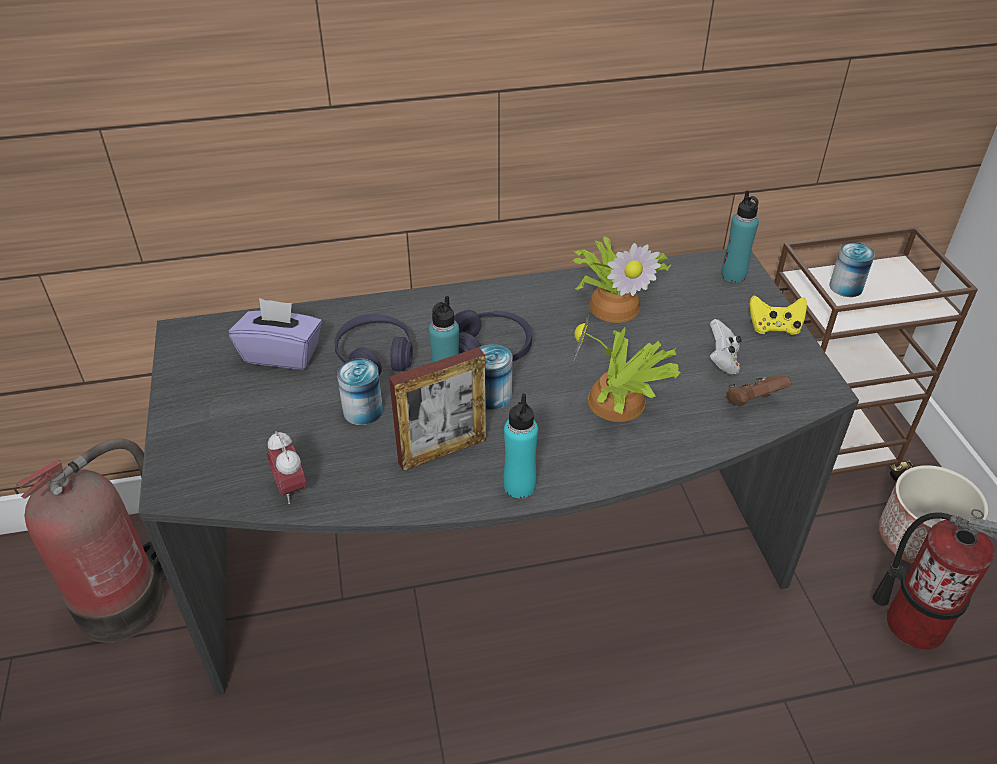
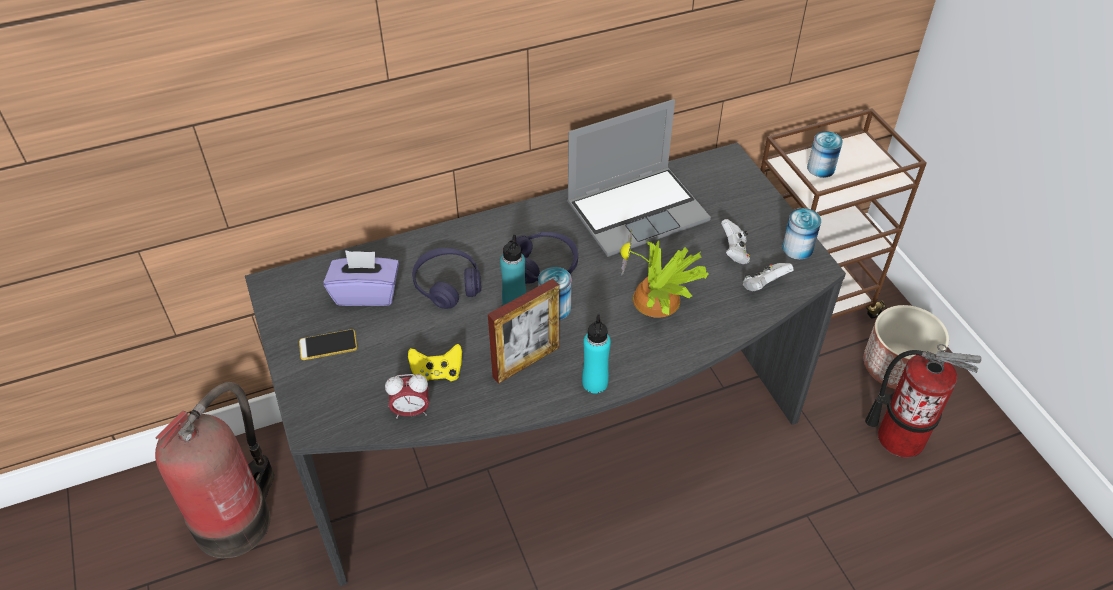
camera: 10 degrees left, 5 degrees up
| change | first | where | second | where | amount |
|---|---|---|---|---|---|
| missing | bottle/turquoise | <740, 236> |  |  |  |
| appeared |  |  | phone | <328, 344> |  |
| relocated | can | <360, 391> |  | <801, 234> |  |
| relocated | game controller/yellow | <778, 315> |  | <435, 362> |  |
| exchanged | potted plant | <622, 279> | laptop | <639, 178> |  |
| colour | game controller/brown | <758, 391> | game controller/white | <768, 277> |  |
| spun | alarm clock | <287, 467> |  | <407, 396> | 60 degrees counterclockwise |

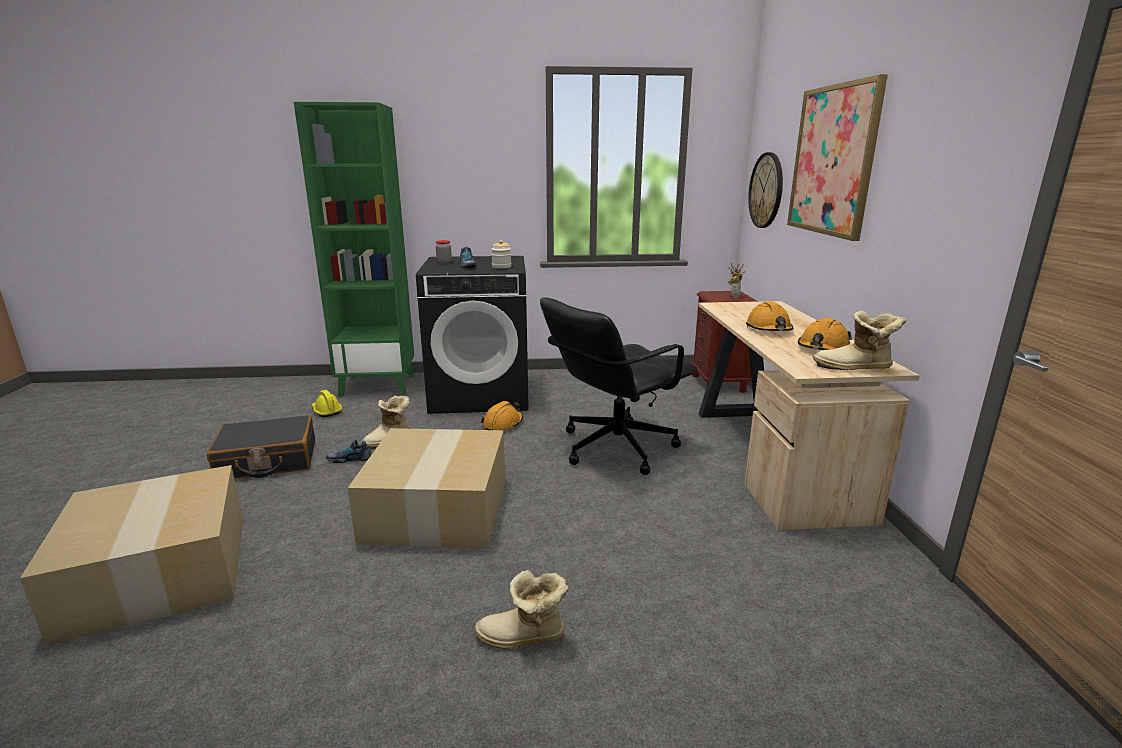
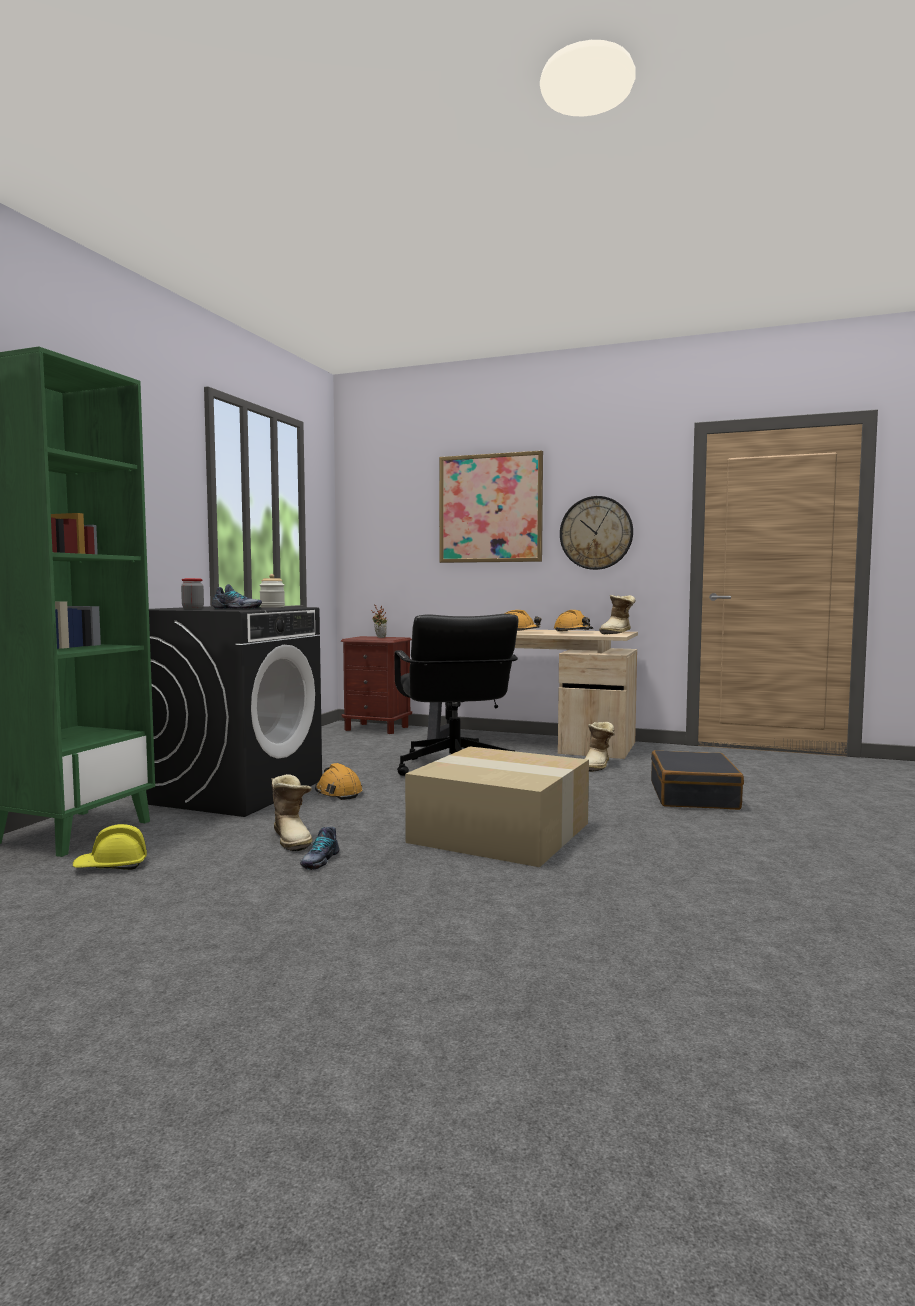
camera: 65 degrees left, 15 degrees down
| change | first | where | second | where | amount |
|---|---|---|---|---|---|
| missing | cardboard box | <131, 555> |  |  |  |
| relocated | suitcase/black | <261, 447> |  | <697, 780> |  |
| relocated | boot | <522, 609> |  | <600, 747> |  |
| relocated | wall clock | <765, 190> |  | <596, 533> |  |

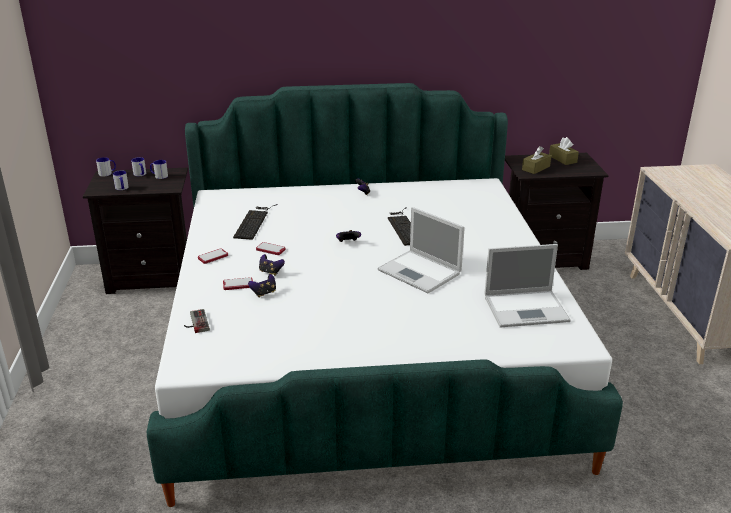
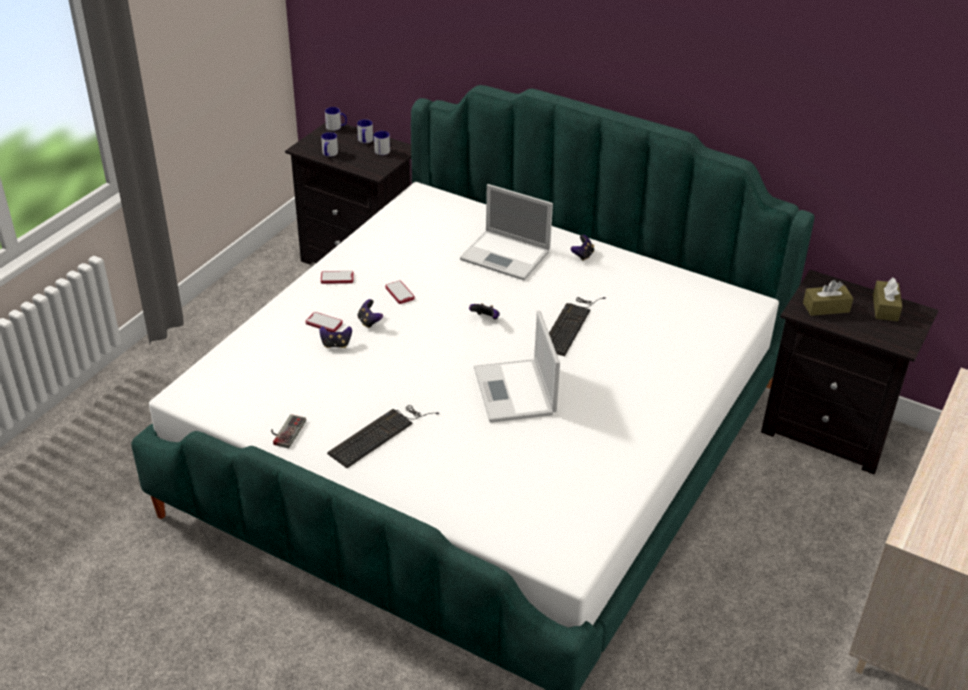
camera: 35 degrees right, 10 degrees up
| change | first | where | second | where | amount |
|---|---|---|---|---|---|
| relocated | game controller | <197, 321> |  | <288, 431> |  |
| relocated | keyboard | <255, 222> |  | <383, 436> |  |
| relocated | laptop | <527, 286> |  | <506, 232> |  |

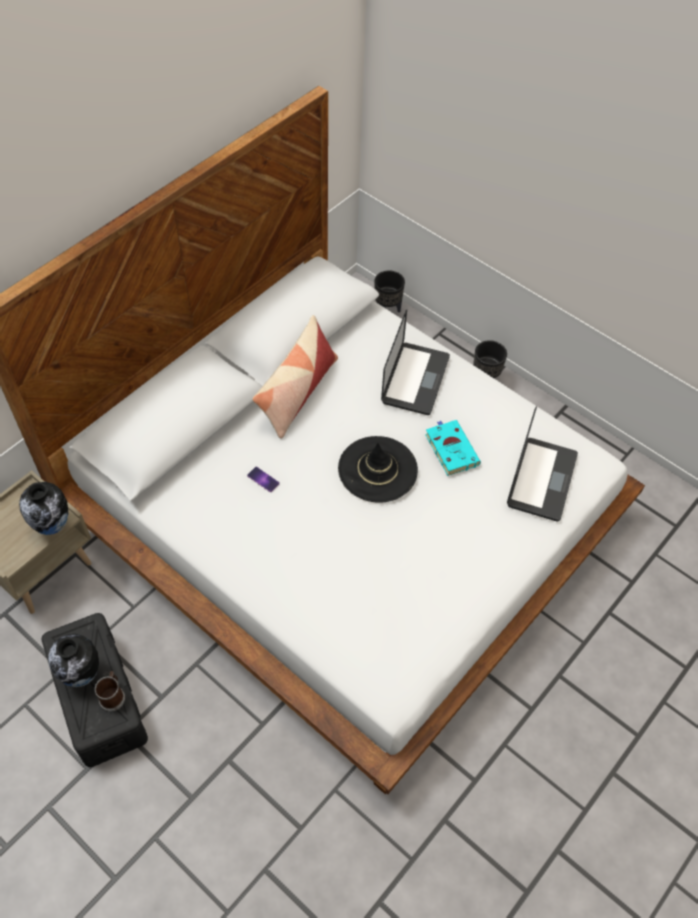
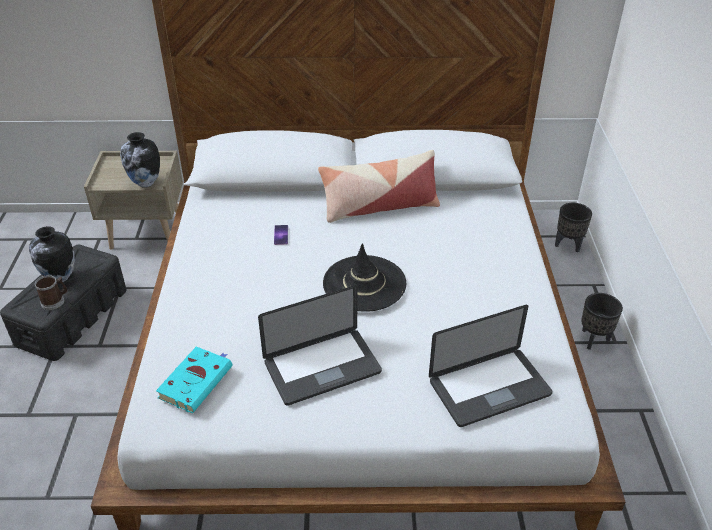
camera: 50 degrees right, 15 degrees down
| change | first | where | second | where | amount |
|---|---|---|---|---|---|
| relocated | laptop | <415, 362> |  | <320, 345> |  |
| relocated | book/turquoise | <453, 448> |  | <194, 379> |  |

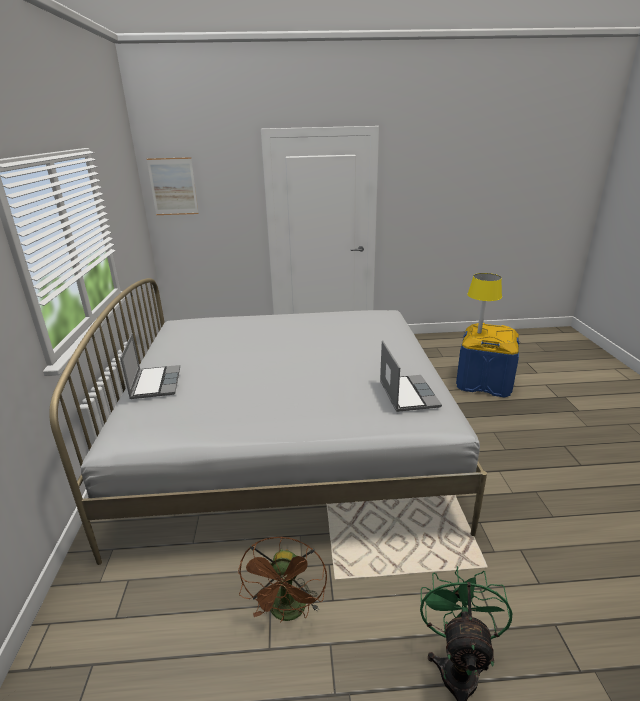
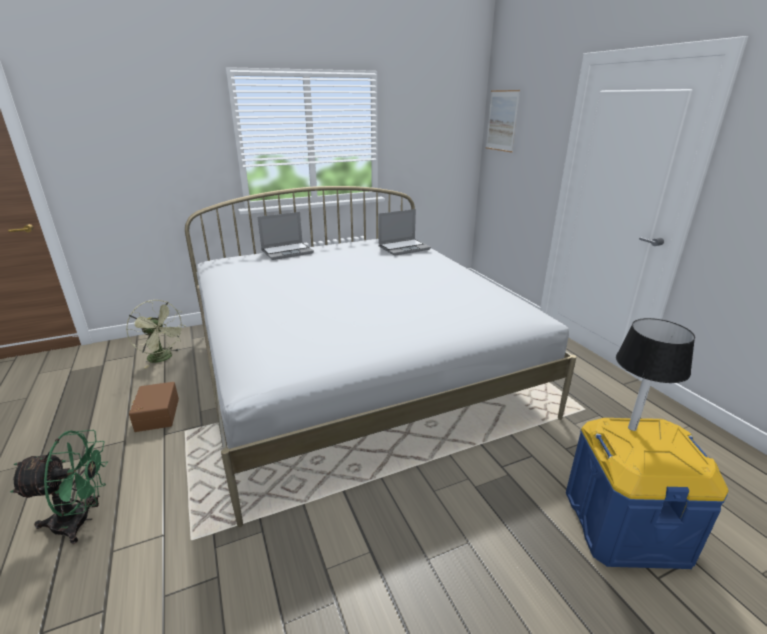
camera: 70 degrees right, 0 degrees up
| change | first | where | second | where | amount |
|---|---|---|---|---|---|
| appeared |  |  | fan/green | <156, 334> |  |
| relocated | laptop | <411, 376> |  | <404, 232> |  |
| exchanged | fan/brown | <282, 580> | storage box/brown | <154, 407> |  |
| colour | table lamp/yellow | <484, 303> | table lamp/black | <655, 374> |  |

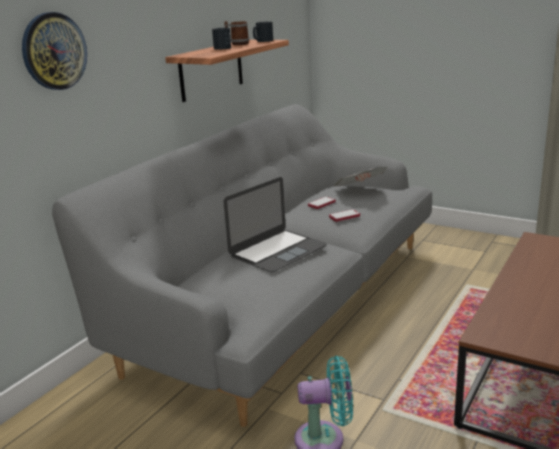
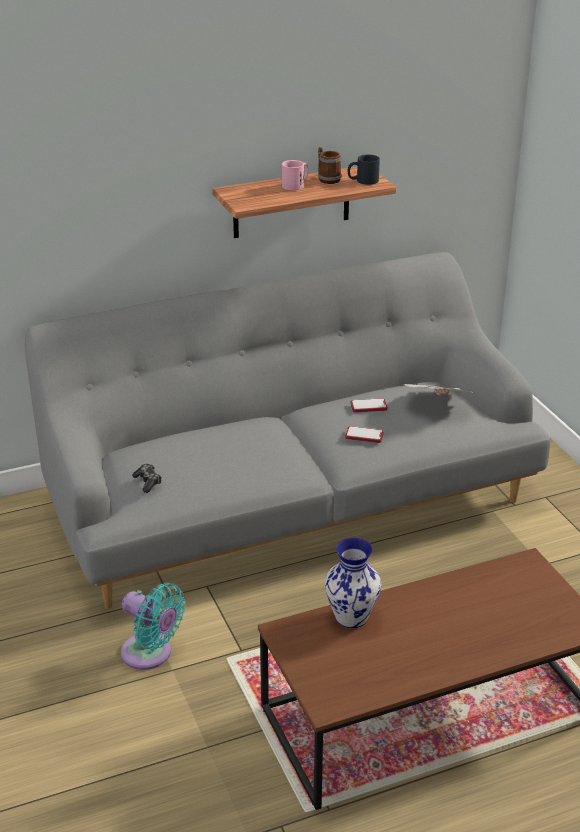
camera: 35 degrees right, 10 degrees up
| change | first | where | second | where | amount |
|---|---|---|---|---|---|
| missing | wall clock | <54, 51> |  |  |  |
| missing | laptop | <275, 224> |  |  |  |
| appeared |  |  | game controller | <147, 478> |  |
| appeared |  |  | vase | <353, 582> |  |
| colour | mug/black | <221, 39> | mug/pink | <295, 175> |  |

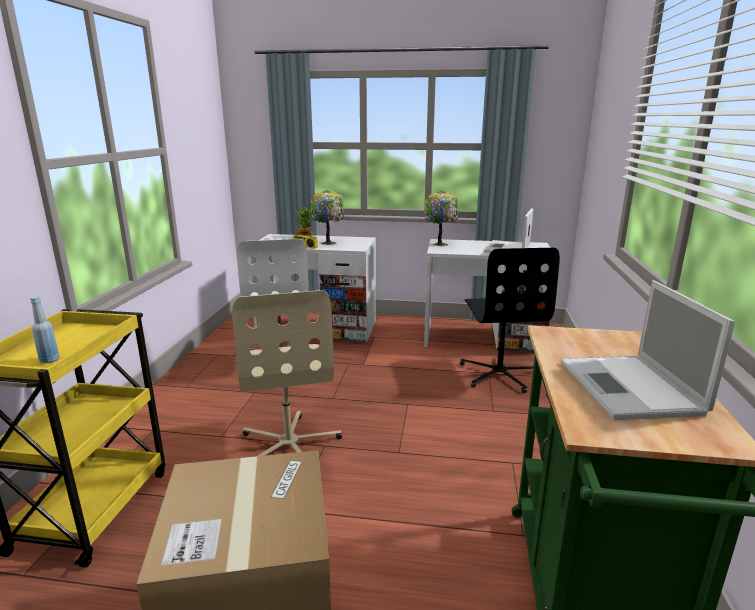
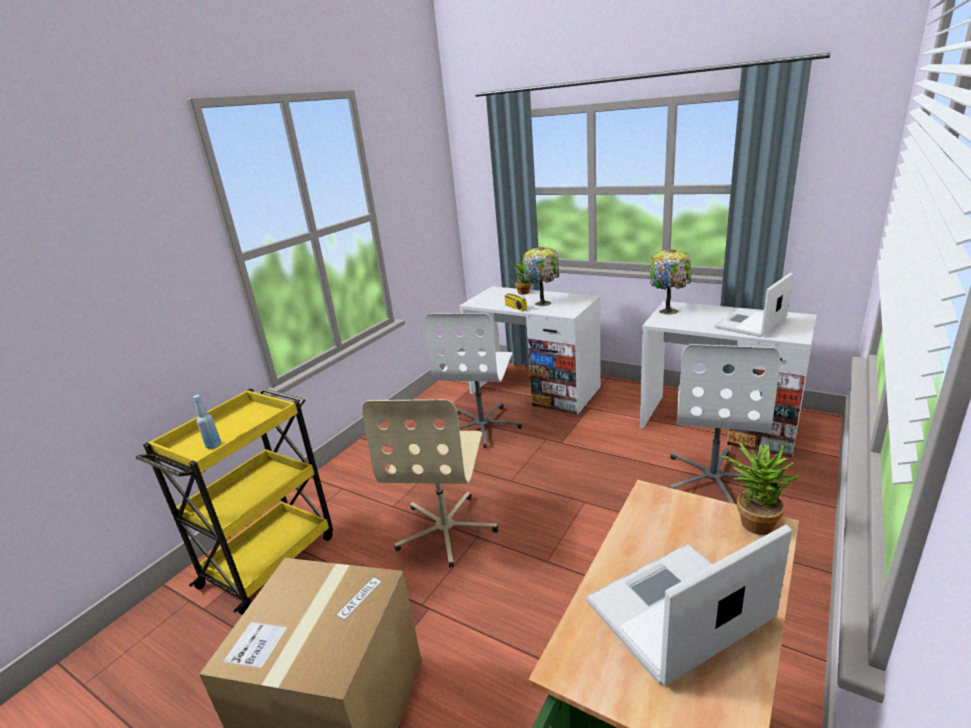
camera: 25 degrees right, 5 degrees up
| change | first | where | second | where | amount |
|---|---|---|---|---|---|
| appeared |  |  | potted plant | <760, 488> |  |
| colour | office chair/black | <510, 320> | office chair/white | <724, 424> |  |
| spun | laptop | <648, 350> |  | <689, 605> | 45 degrees clockwise |

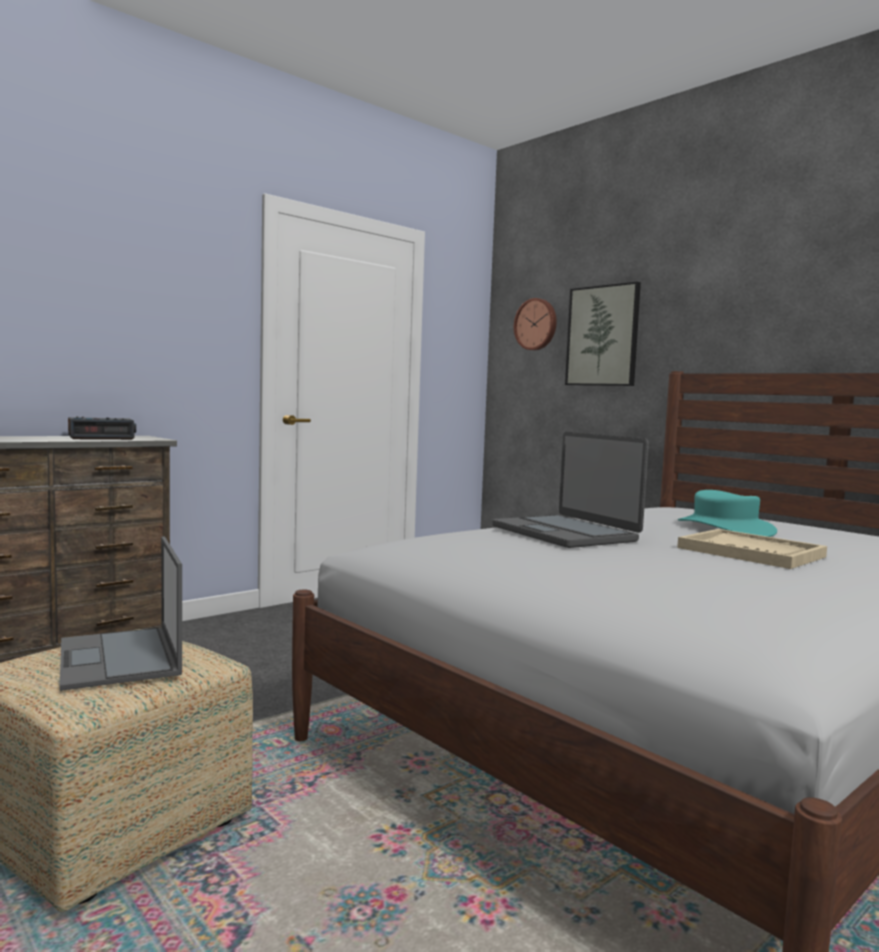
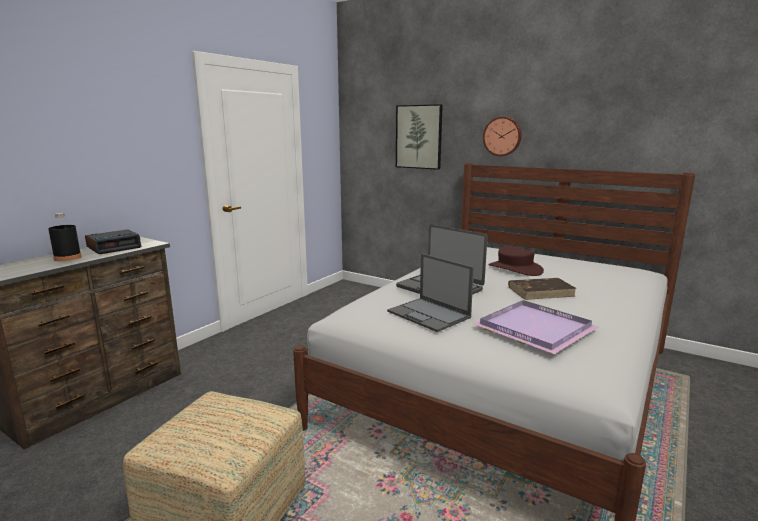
camera: 15 degrees left, 10 degrees up
| change | first | where | second | where | amount |
|---|---|---|---|---|---|
| appeared |  |  | bottle/black | <65, 237> |  |
| appeared |  |  | tray/purple | <536, 327> |  |
| relocated | laptop | <121, 614> |  | <430, 293> |  |
| relocated | wall clock | <535, 324> |  | <502, 136> |  |
| exchanged | tray/beige | <752, 549> | book/brown | <542, 289> |  |
| colour | hat/turquoise | <727, 513> | hat/brown | <516, 261> |  |

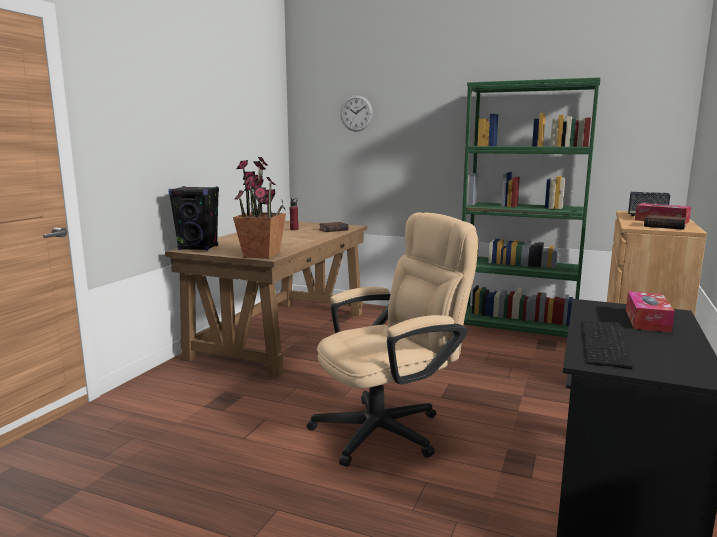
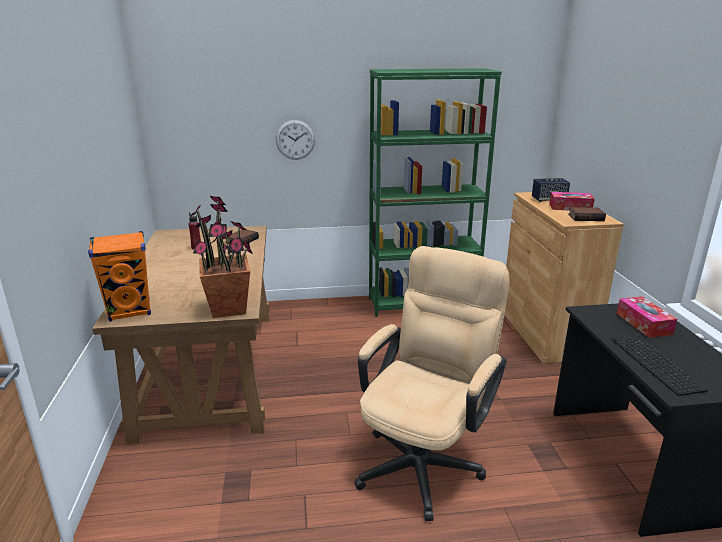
camera: 30 degrees left, 10 degrees up
| change | first | where | second | where | amount |
|---|---|---|---|---|---|
| relocated | wall clock | <356, 113> |  | <295, 140> |  |
| colour | speaker/black | <194, 218> | speaker/orange | <119, 276> |  |

